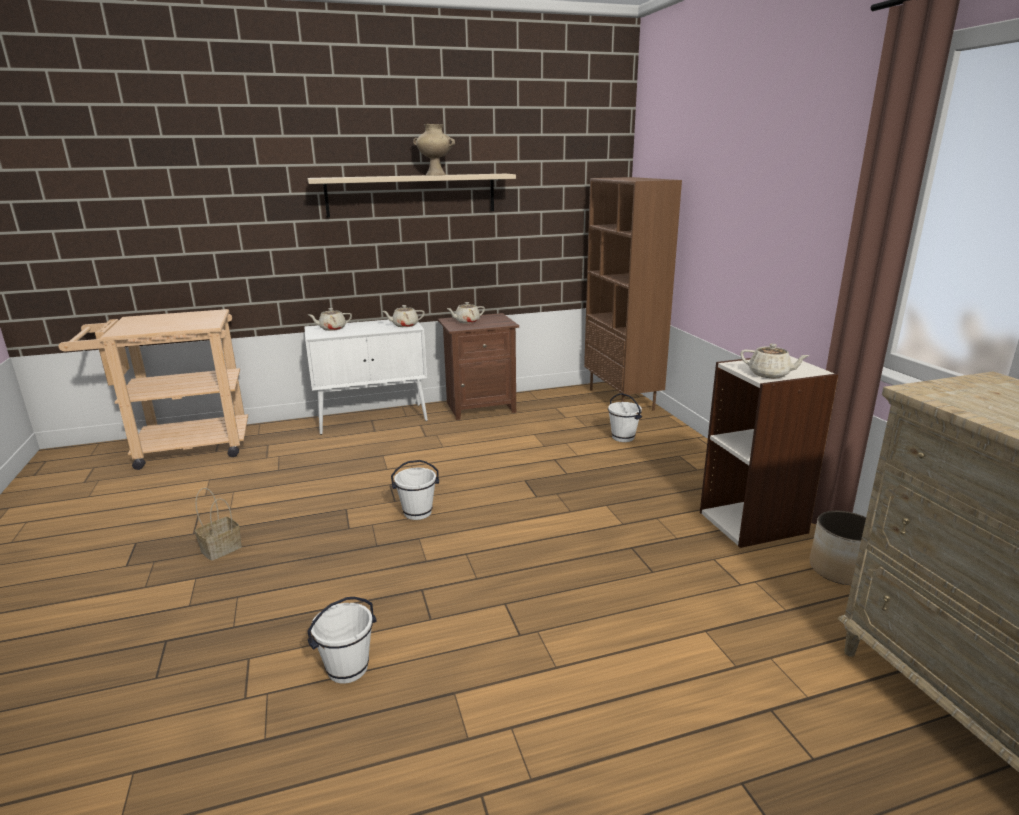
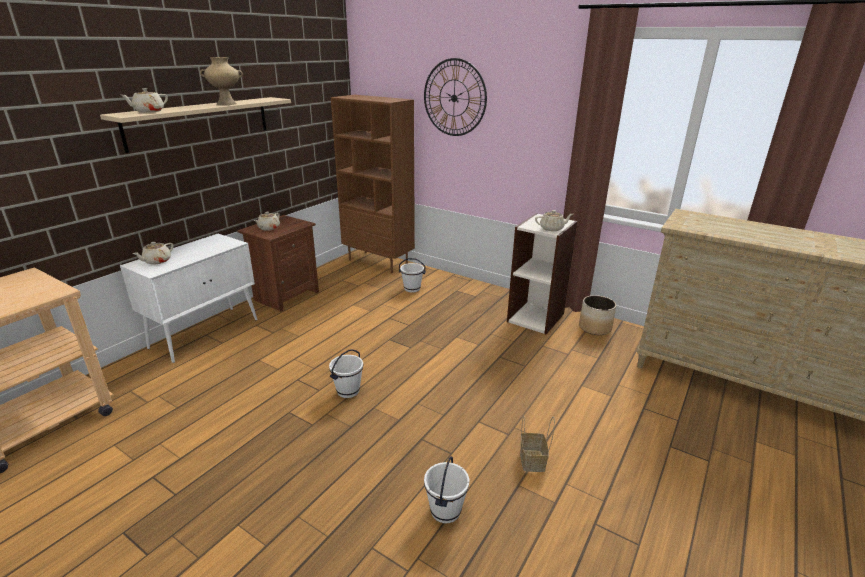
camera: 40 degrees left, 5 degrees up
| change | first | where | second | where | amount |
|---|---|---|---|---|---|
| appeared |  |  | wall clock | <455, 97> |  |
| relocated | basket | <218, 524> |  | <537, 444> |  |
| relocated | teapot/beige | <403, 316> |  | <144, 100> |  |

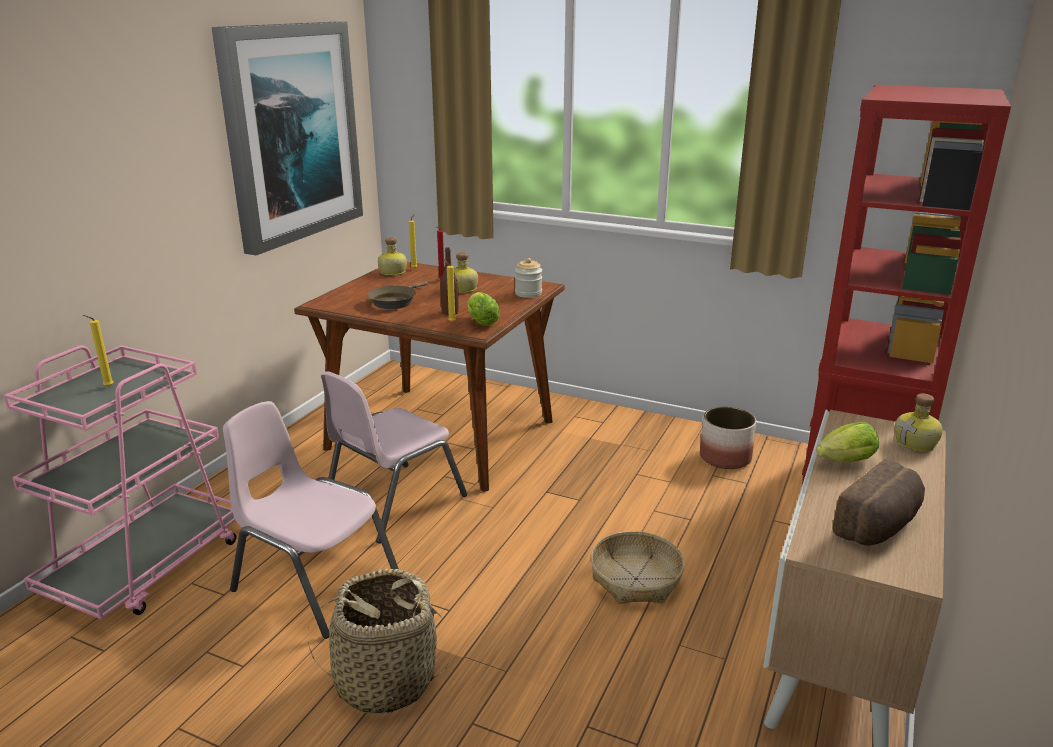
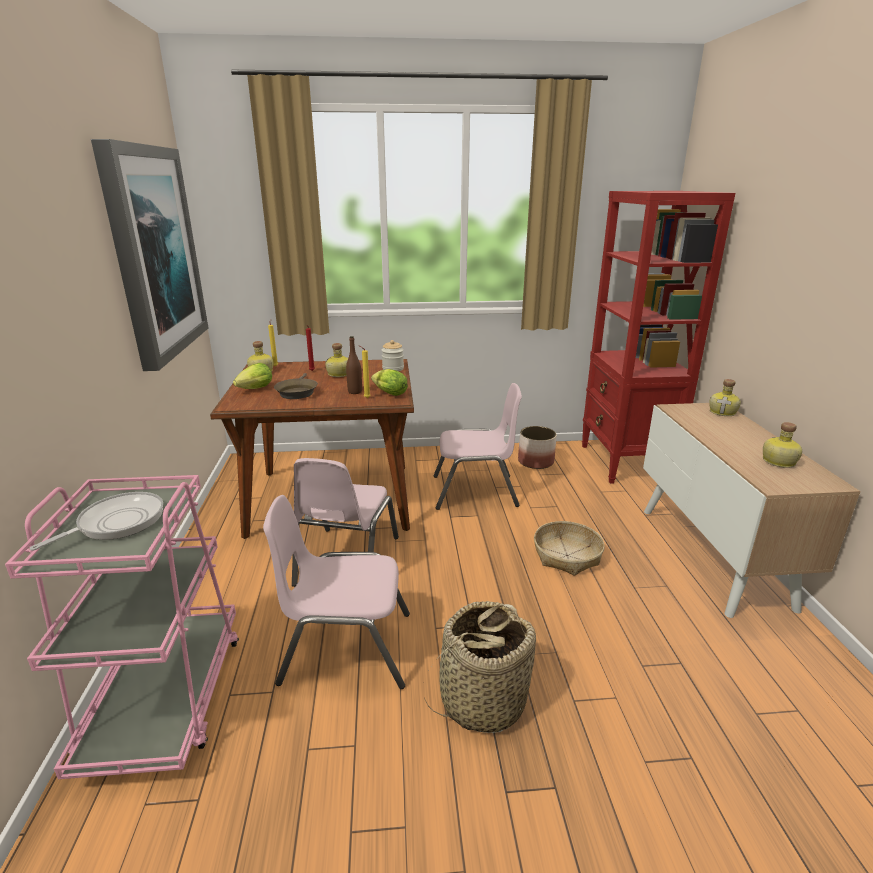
camera: 30 degrees left, 0 degrees up
| change | first | where | second | where | amount |
|---|---|---|---|---|---|
| appeared |  |  | chair/pink | <478, 446> |  |
| relocated | lettuce | <847, 442> |  | <252, 376> |  |
| exchanged | candle/yellow | <98, 351> | frying pan | <96, 521> |  |
| exchanged | bread | <879, 502> | bottle | <782, 445> |  |

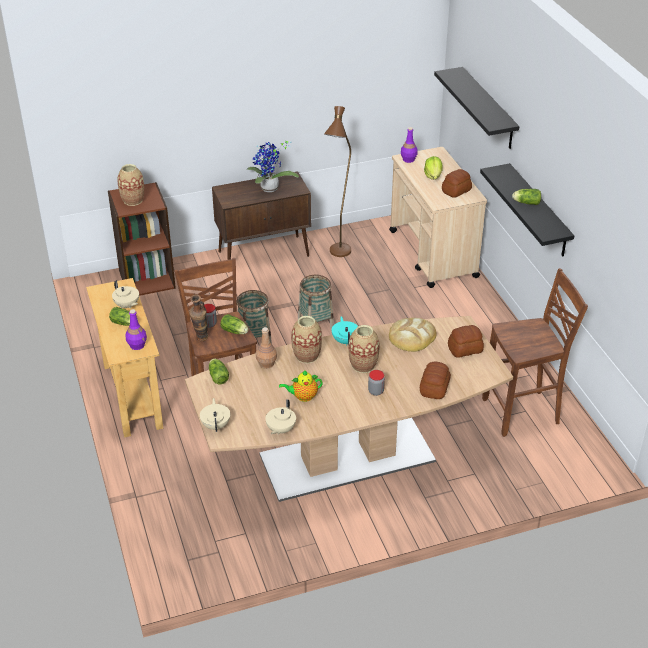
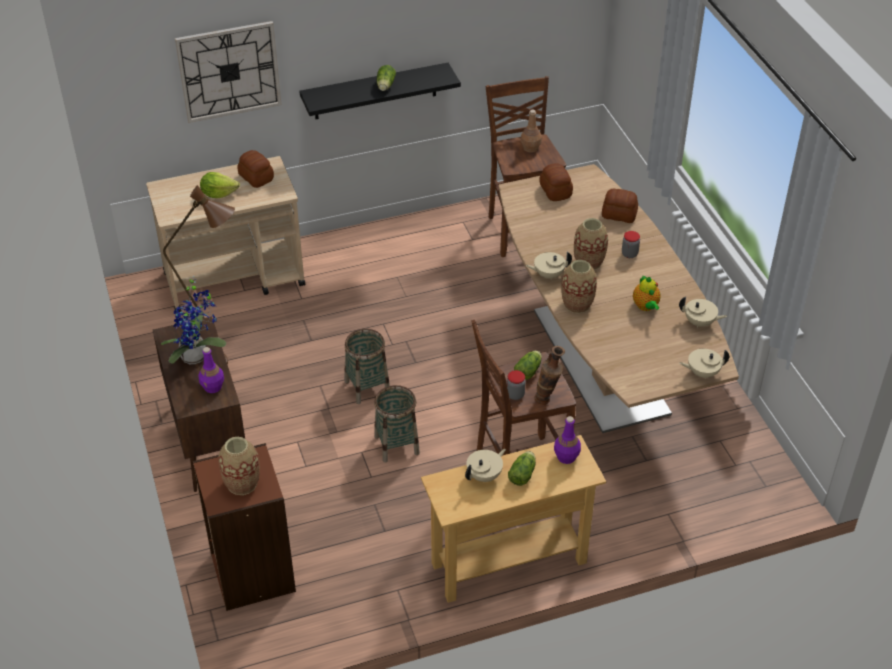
camera: 90 degrees left, 5 degrees up
| change | first | where | second | where | amount |
|---|---|---|---|---|---|
| missing | lettuce | <219, 371> |  |  |  |
| missing | bread | <413, 335> |  |  |  |
| relocated | bottle/brown | <266, 348> |  | <531, 131> |  |
| relocated | bottle/purple | <409, 145> |  | <211, 370> |  |
| exchanged | shelf/black | <476, 108> | wall clock | <228, 72> |  |
| colour | teapot/turquoise | <345, 331> | teapot/beige | <549, 266> |  |

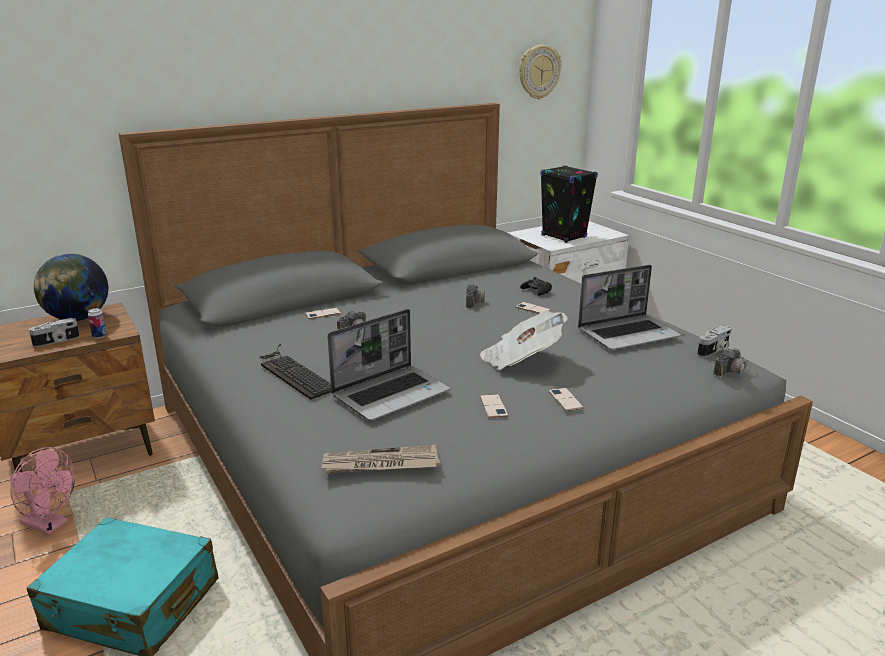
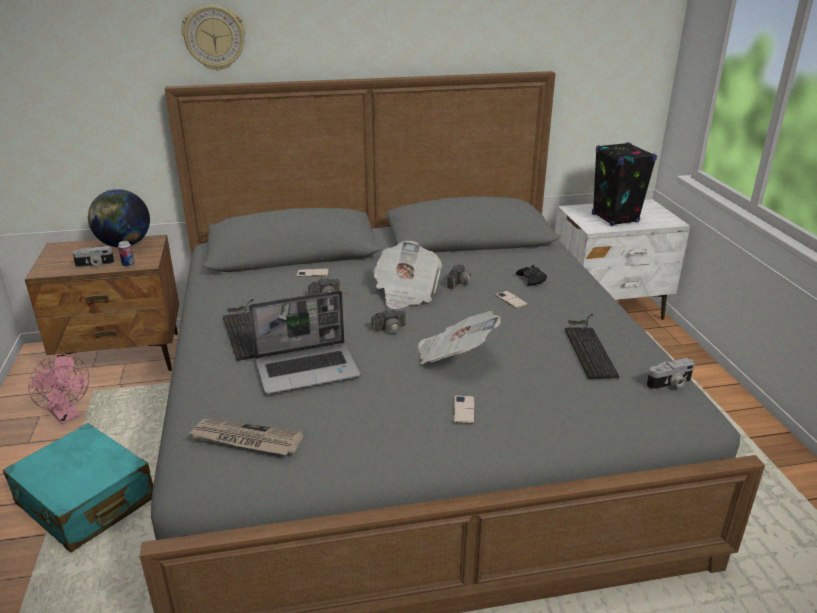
camera: 20 degrees right, 5 degrees up
| change | first | where | second | where | amount |
|---|---|---|---|---|---|
| missing | phone | <494, 406> |  |  |  |
| appeared |  |  | newspaper | <407, 275> |  |
| relocated | wall clock | <540, 72> |  | <214, 38> |  |
| relocated | photo camera | <733, 364> |  | <394, 322> |  |
| exchanged | laptop | <629, 307> | keyboard | <592, 346> |  |

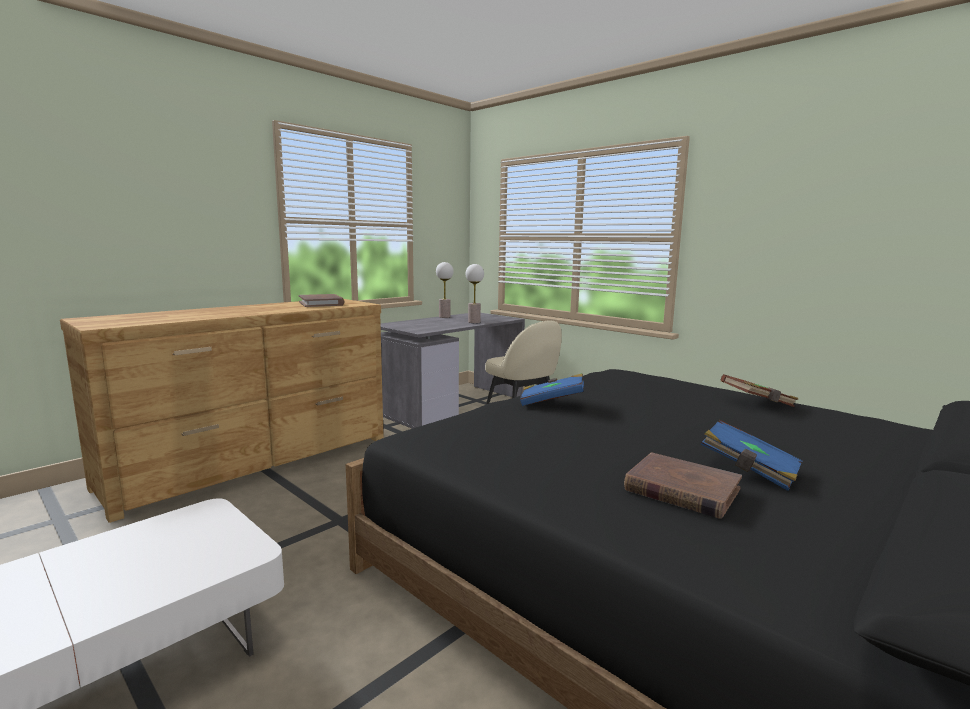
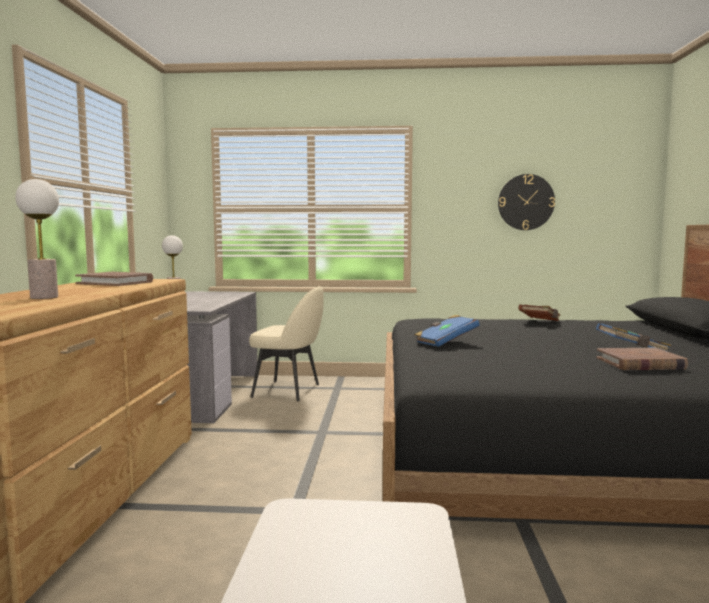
camera: 40 degrees left, 5 degrees down
| change | first | where | second | where | amount |
|---|---|---|---|---|---|
| appeared |  |  | wall clock | <526, 202> |  |
| relocated | table lamp | <474, 293> |  | <37, 239> |  |

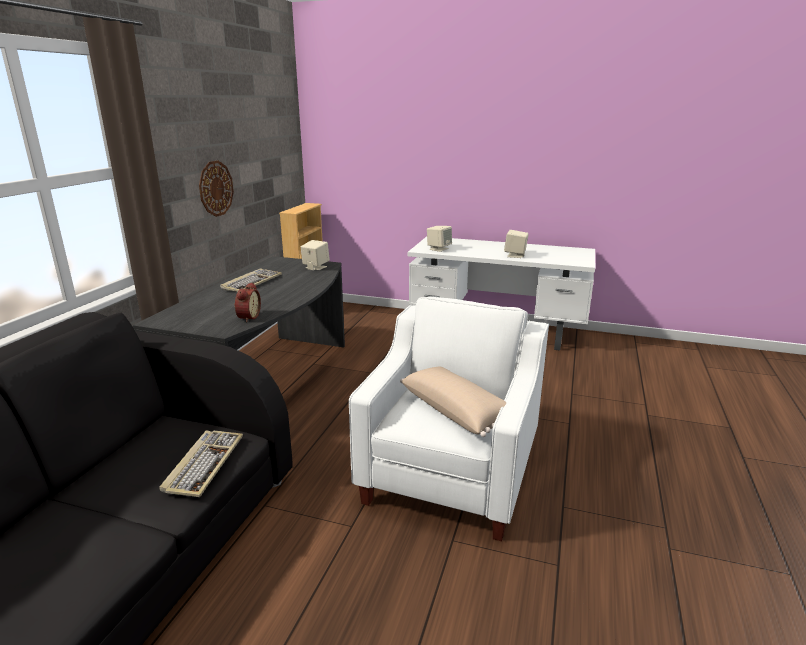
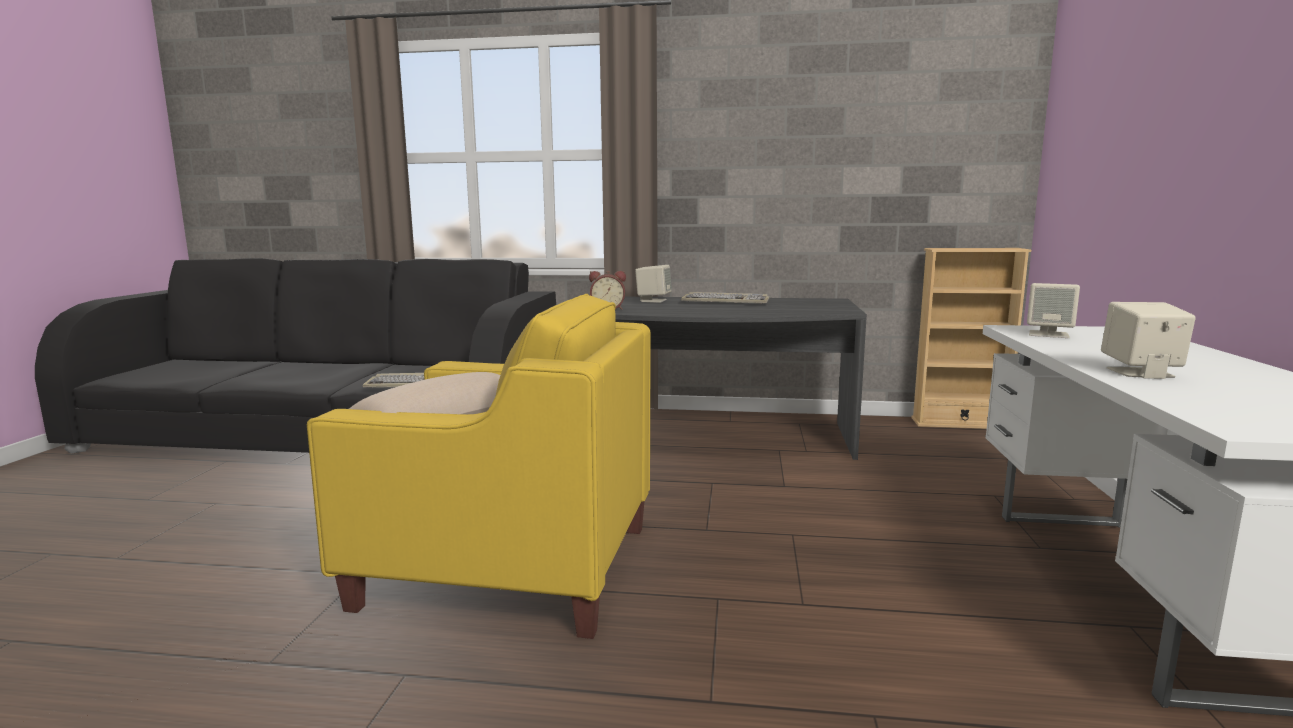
camera: 80 degrees right, 10 degrees down
| change | first | where | second | where | amount |
|---|---|---|---|---|---|
| missing | wall clock | <216, 188> |  |  |  |
| relocated | speaker/beige | <315, 255> |  | <653, 284> |  |
| colour | armchair/white | <449, 419> | armchair/yellow | <479, 466> |  |

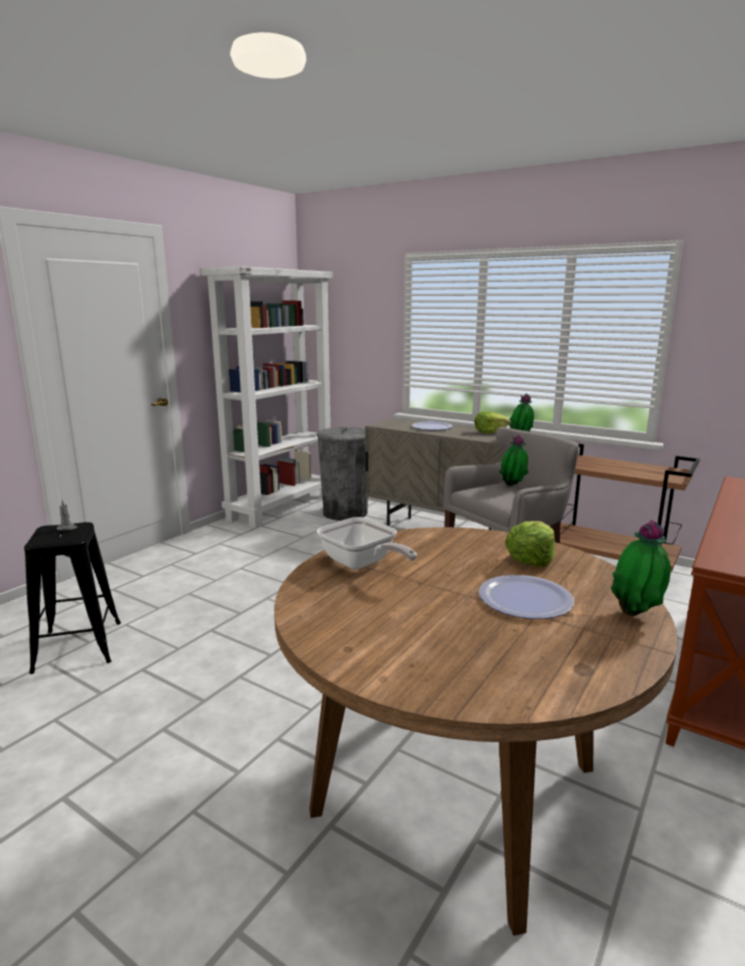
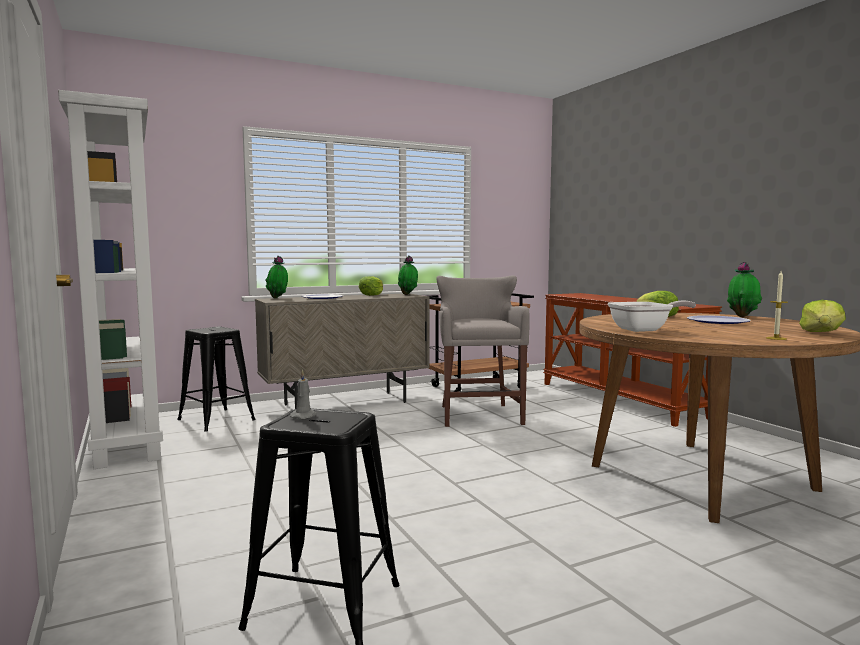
camera: 60 degrees left, 10 degrees down
| change | first | where | second | where | amount |
|---|---|---|---|---|---|
| appeared |  |  | candle | <777, 305> |  |
| appeared |  |  | lettuce | <822, 316> |  |
| relocated | potted plant | <514, 460> |  | <276, 277> |  |
| exchanged | trash can/grey | <342, 474> | stool/black | <216, 379> |  |

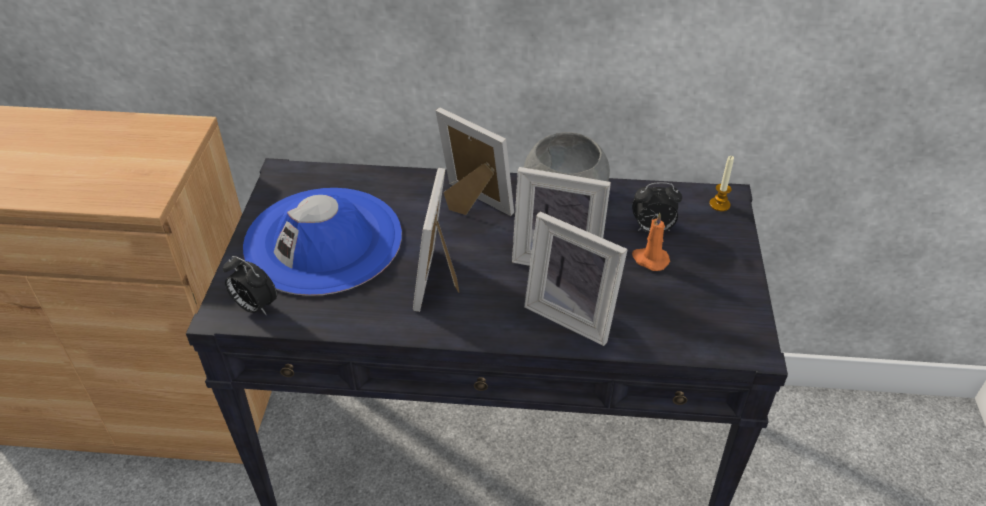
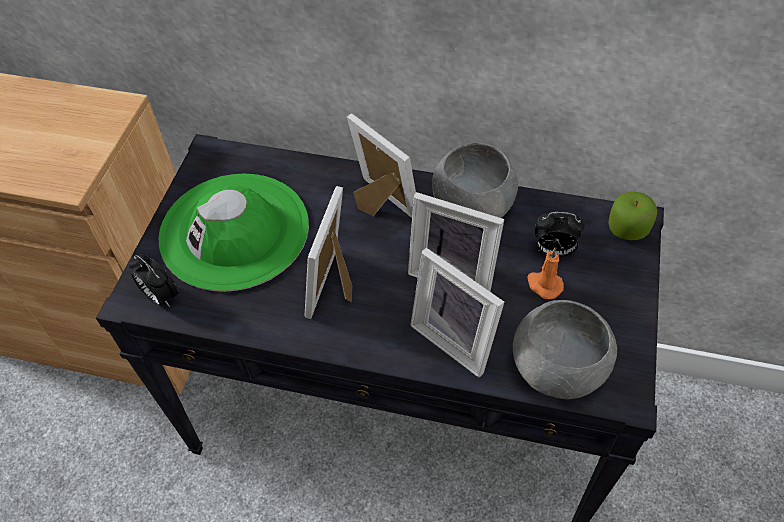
camera: 10 degrees right, 10 degrees up
| change | first | where | second | where | amount |
|---|---|---|---|---|---|
| appeared |  |  | bowl/grey | <565, 349> |  |
| exchanged | candle | <721, 183> | apple | <632, 216> |  |
| colour | hat/blue | <322, 242> | hat/green | <234, 233> |  |

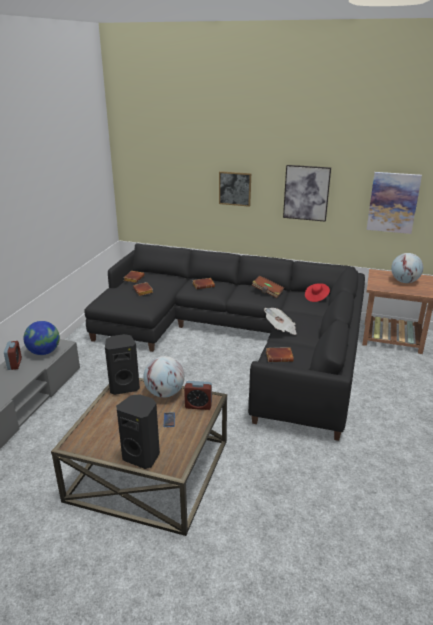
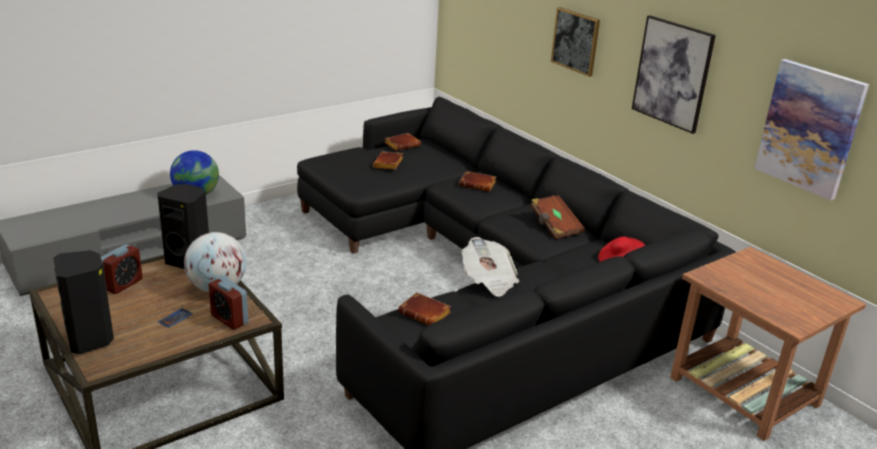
camera: 35 degrees right, 0 degrees up
| change | first | where | second | where | amount |
|---|---|---|---|---|---|
| missing | globe | <407, 268> |  |  |  |
| relocated | alarm clock | <13, 355> |  | <122, 269> |  |

